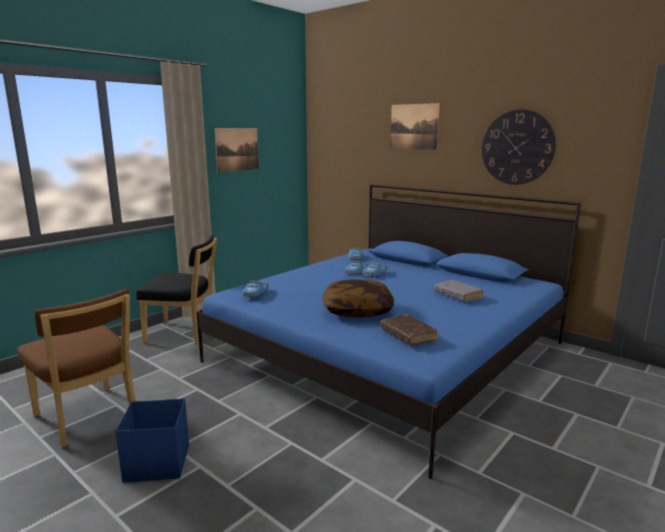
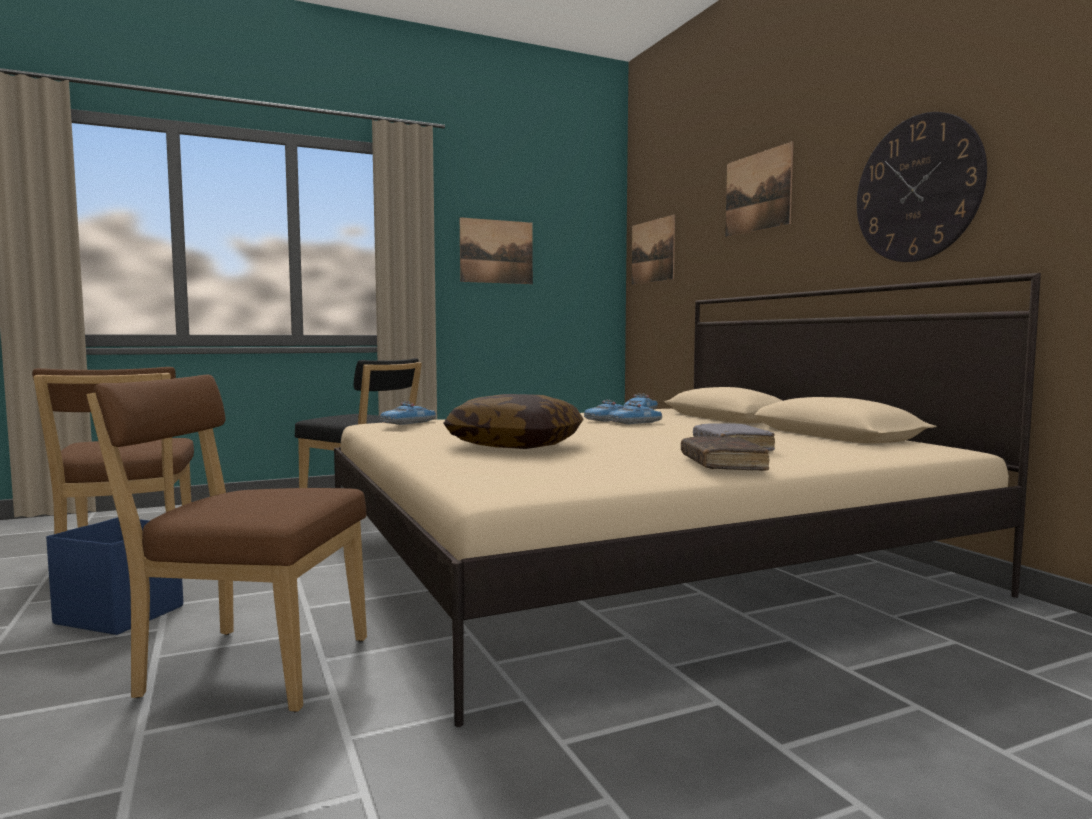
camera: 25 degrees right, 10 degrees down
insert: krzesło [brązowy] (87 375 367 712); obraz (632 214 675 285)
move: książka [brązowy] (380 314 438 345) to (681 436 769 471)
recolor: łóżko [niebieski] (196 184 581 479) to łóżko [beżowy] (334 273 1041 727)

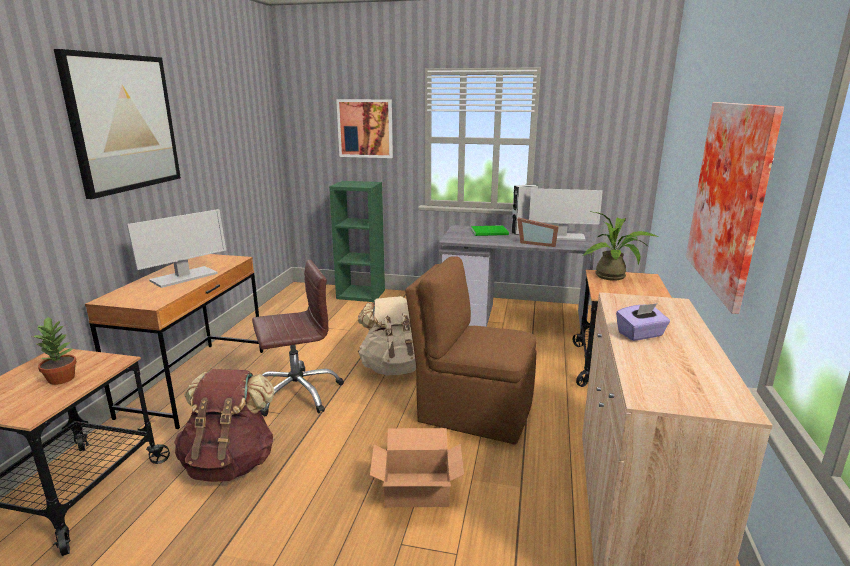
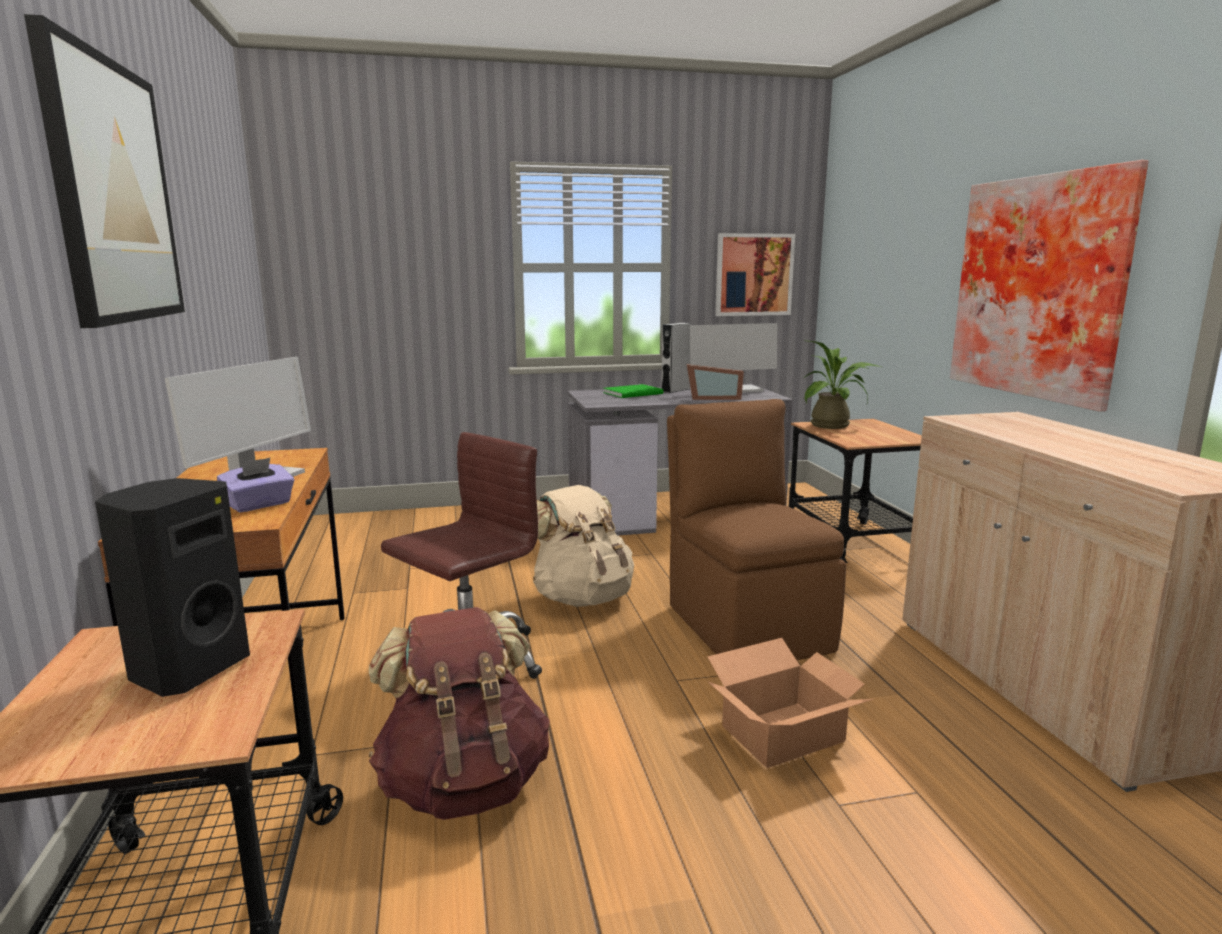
camera: 25 degrees left, 5 degrees down
delete: regał [zielony] (329 181 385 302)
move: obraz (336 99 393 158) to (715 233 795 316); pudełko chusteczek [fioletowy] (616 303 670 341) to (217 458 294 513)
replace: roślina doniczkowa (32 317 77 385) to głośnik [czarny] (95 478 250 697)
rotate: krzesło [brązowy] (405 256 536 444) = (667 399 846 660) 75 degrees clockwise

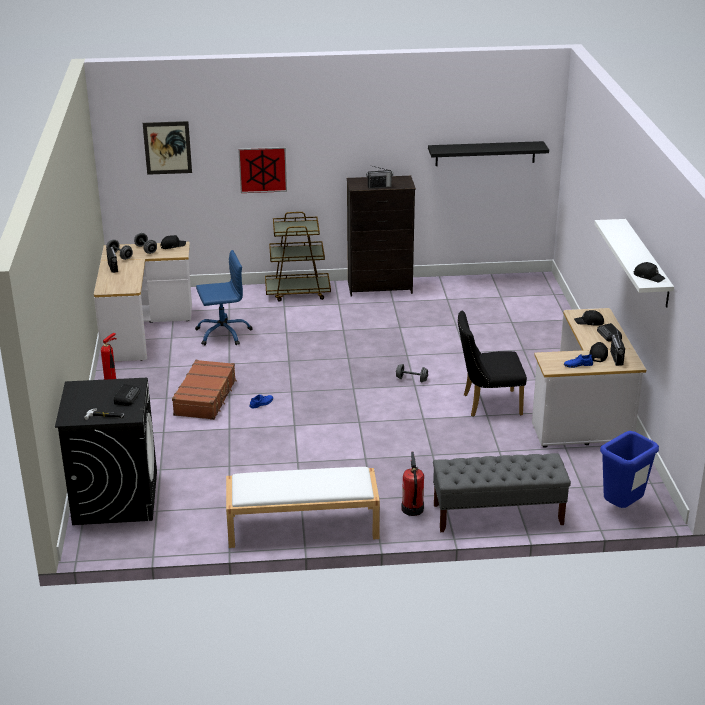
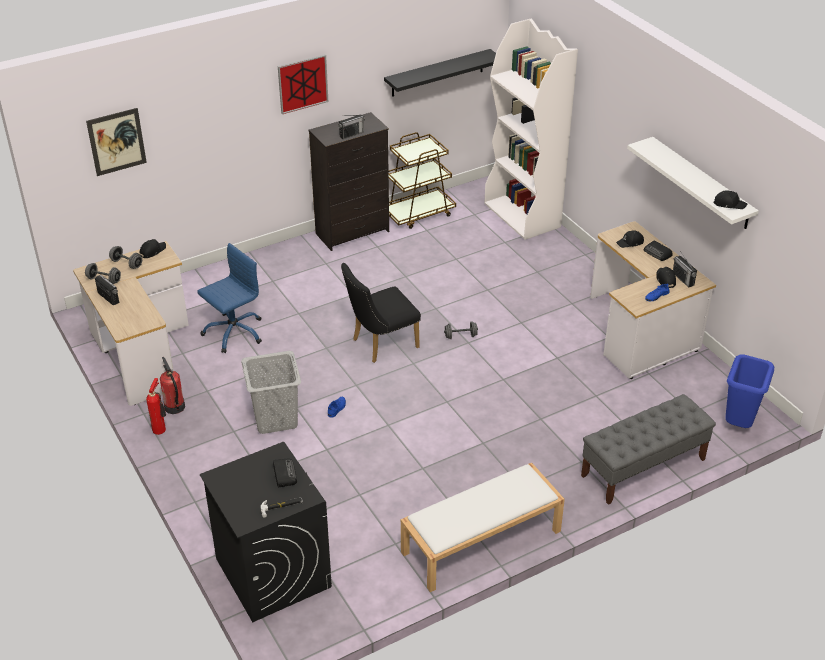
camera: 25 degrees left, 10 degrees up
insert: regał [biały] (484 19 578 240)
move: obraz (238 147 287 193) to (278 54 328 114); wózek [brązowy] (265 212 331 302) to (388 132 456 229); gaśnica (402 452 424 516) to (160 357 185 414); krzesło [czarny] (458 311 527 417) to (341 263 421 363)
replace: walizka [brązowy] (172 360 237 420) to kosz na pranie [szary] (241 351 301 434)

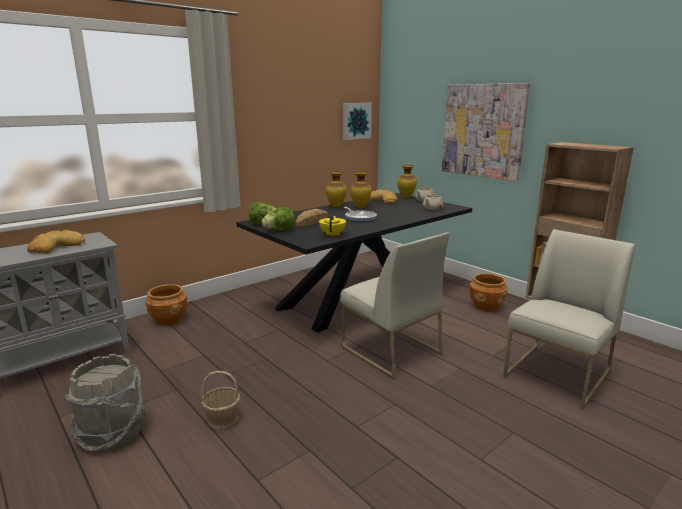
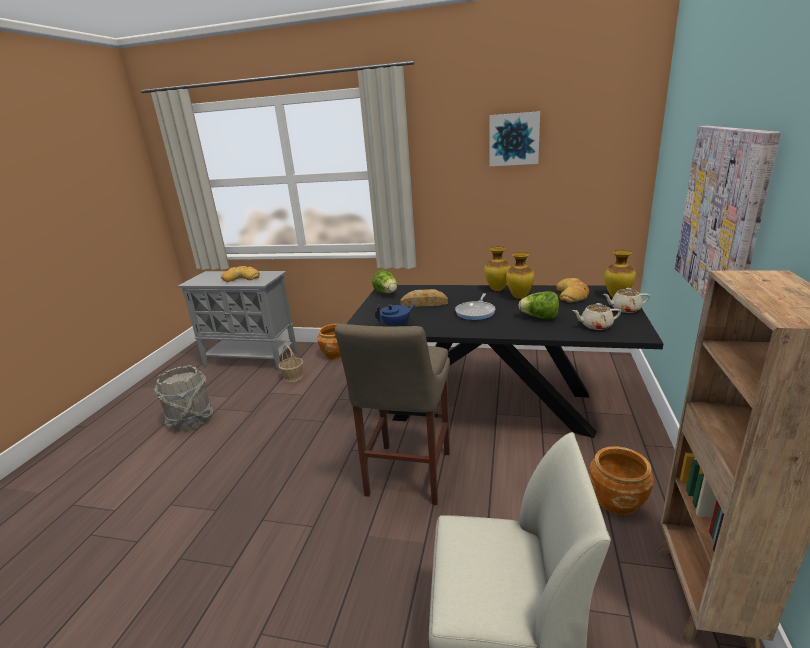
camera: 55 degrees right, 5 degrees up
move: koszyk (202 371 240 429) to (278 345 303 382); sałata (262 207 295 230) to (519 291 559 319); obraz (343 103 372 140) to (490 111 540 166)
replace: krzesło [biały] (340 232 450 379) to stołek [beżowy] (335 324 450 505)
recolor: imbryk [żółty] (319 215 346 236) to imbryk [niebieski] (375 305 415 327)

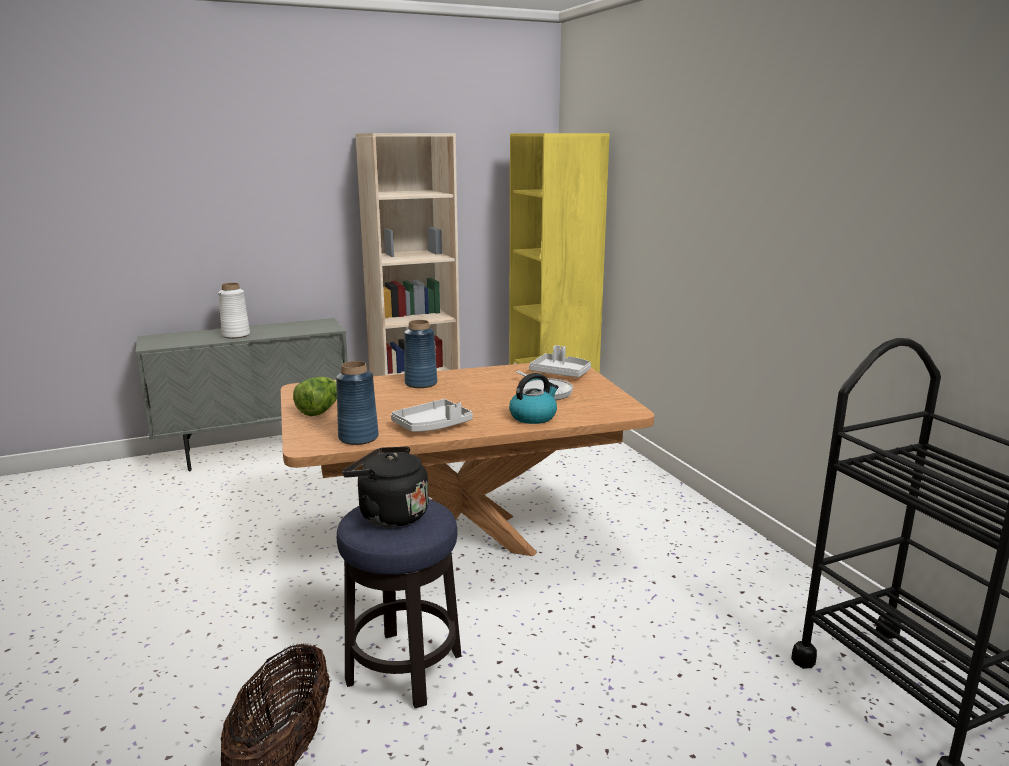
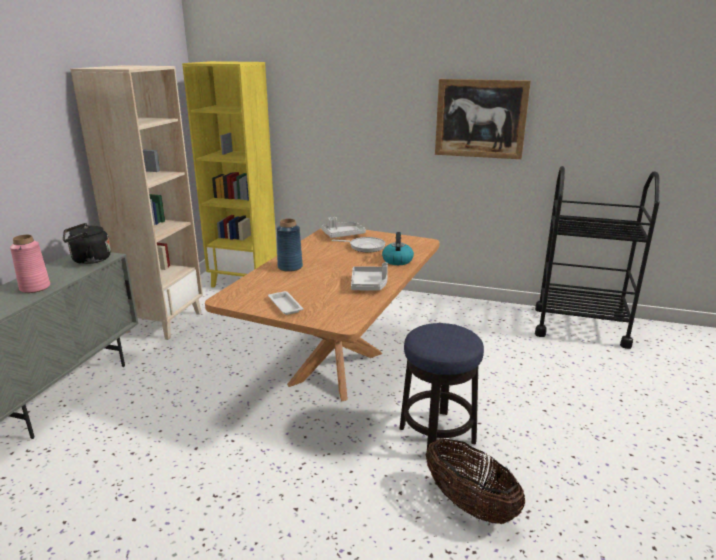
camera: 50 degrees left, 5 degrees up
delete: wazon [niebieski] (336 361 379 445)
insert: obraz (435 79 531 159)
move: czajnik [czarny] (342 447 429 527) to (63 223 111 264)
replace: sałata (293 377 337 416) to taca [biały] (268 291 303 315)
recolor: wazon [biały] (218 283 250 338) to wazon [różowy] (10 235 50 293)

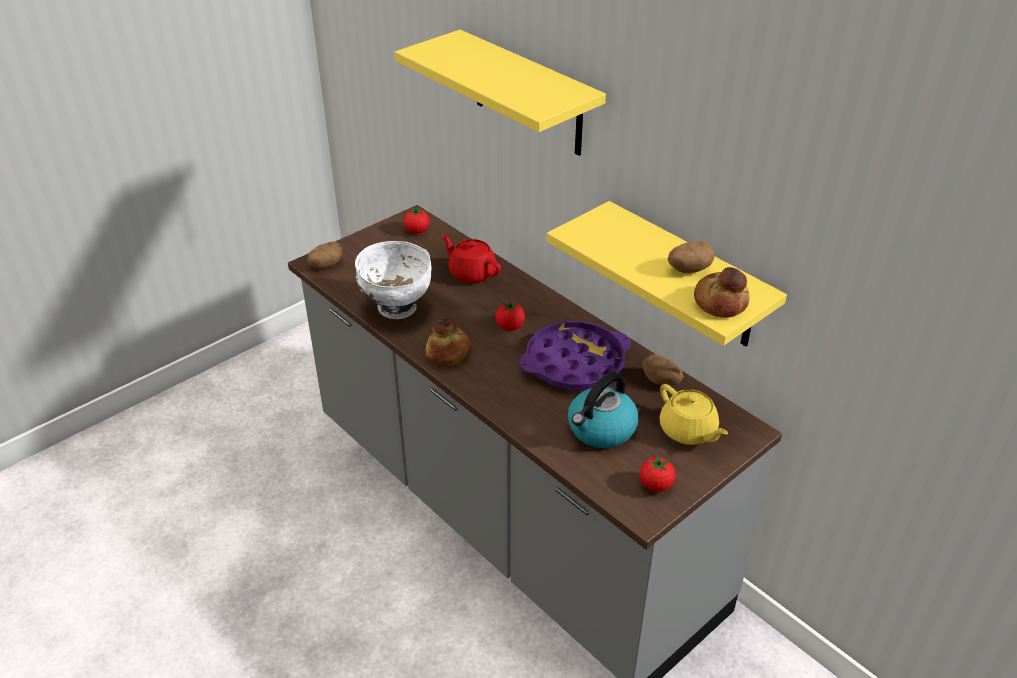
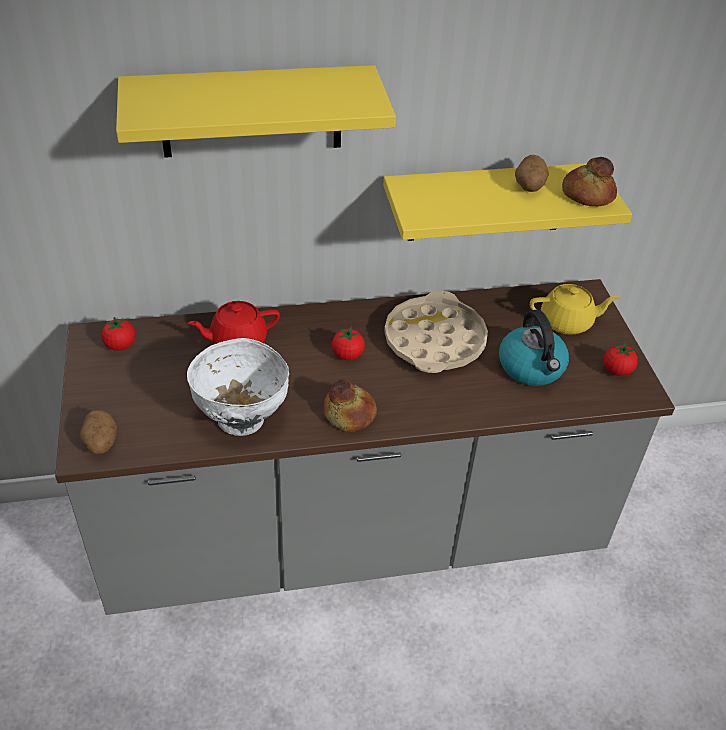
camera: 60 degrees left, 5 degrees up
delete: ziemniak (642 354 684 386)
recolor: taca [fioletowy] (519 321 631 390) to taca [beżowy] (384 290 488 373)

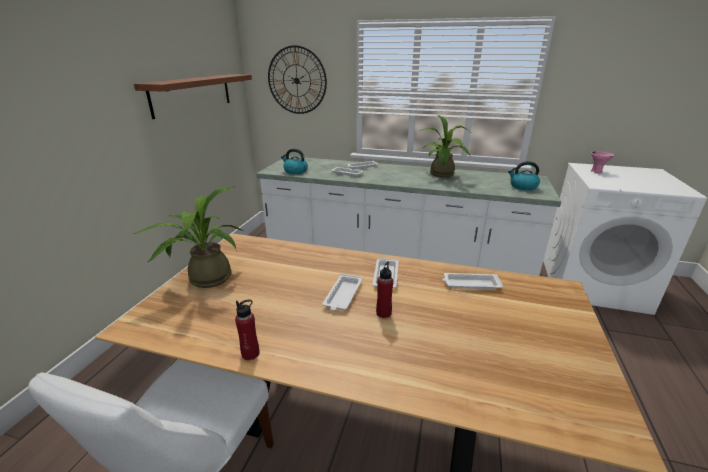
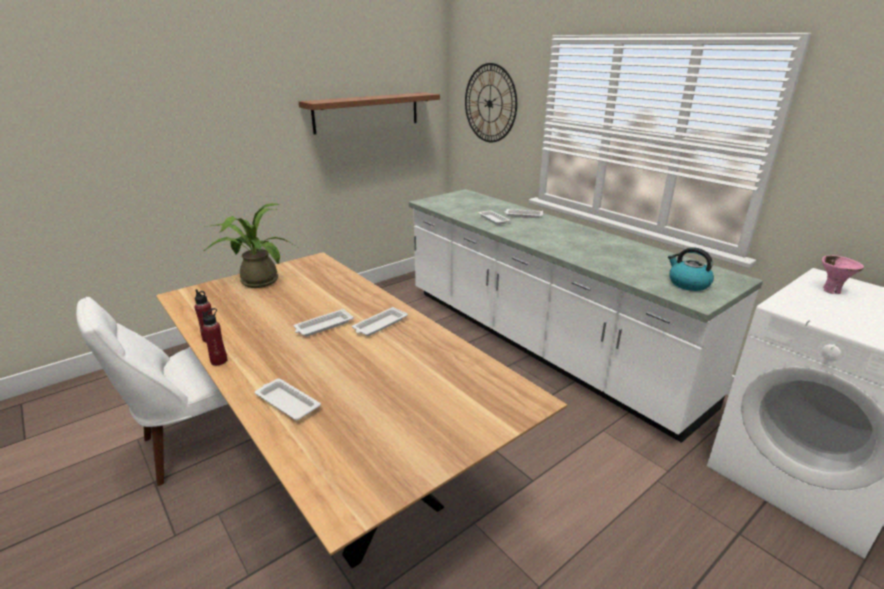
camera: 35 degrees right, 0 degrees up
delete: czajnik (281 149 308 174); roślina doniczkowa (422 115 470 178)
move: butelka [czerwony] (376 261 393 318) to (202 308 227 366); taca [biały] (443 273 503 289) to (255 379 321 420)

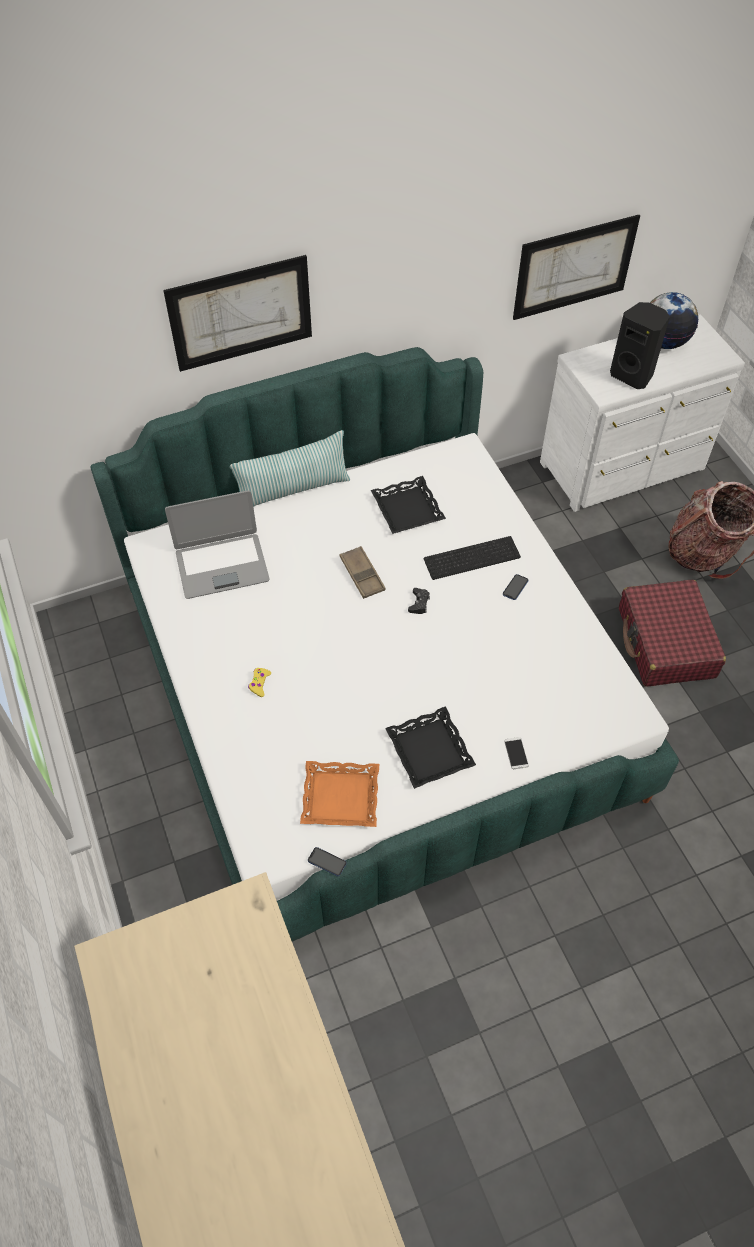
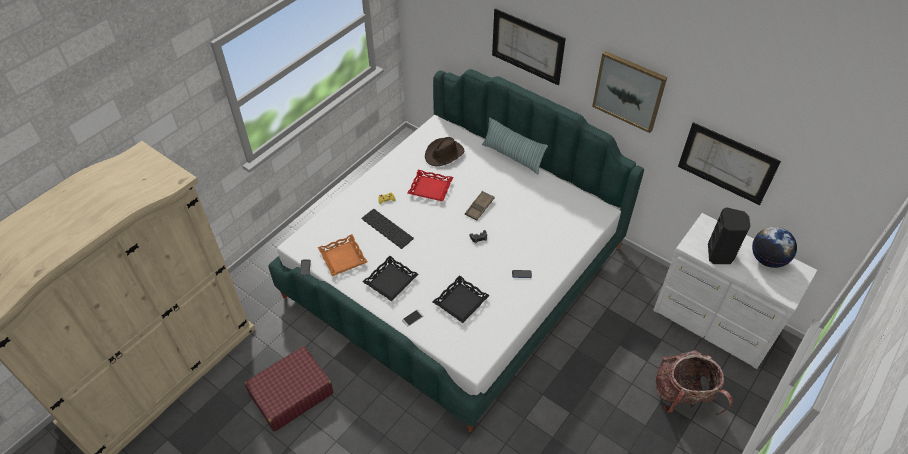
camera: 60 degrees right, 5 degrees down
insert: taca [czerwony] (407 170 453 201); obraz (592 51 667 133)
move: taca [czarny] (371 476 446 534) to (433 275 490 323); klawiatura (424 536 521 580) to (362 209 414 249); walizka [czerwony] (619 580 726 687) to (244 346 333 431)
replace: laptop (165 490 270 599) to kapelusz [brązowy] (425 137 464 166)

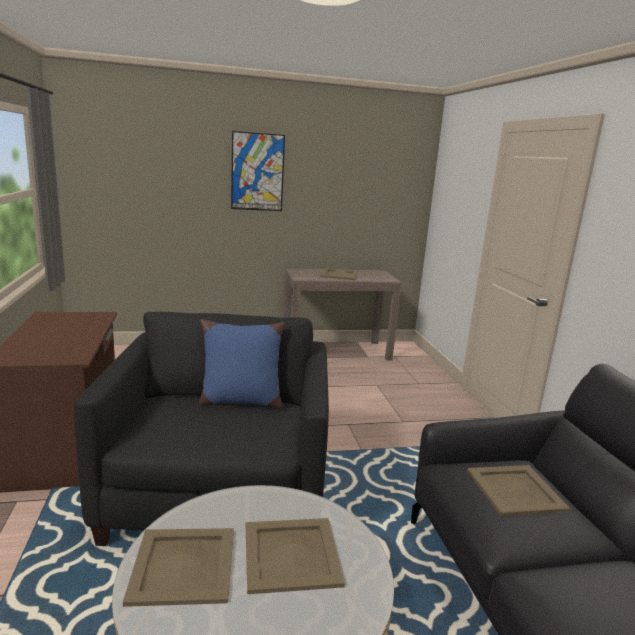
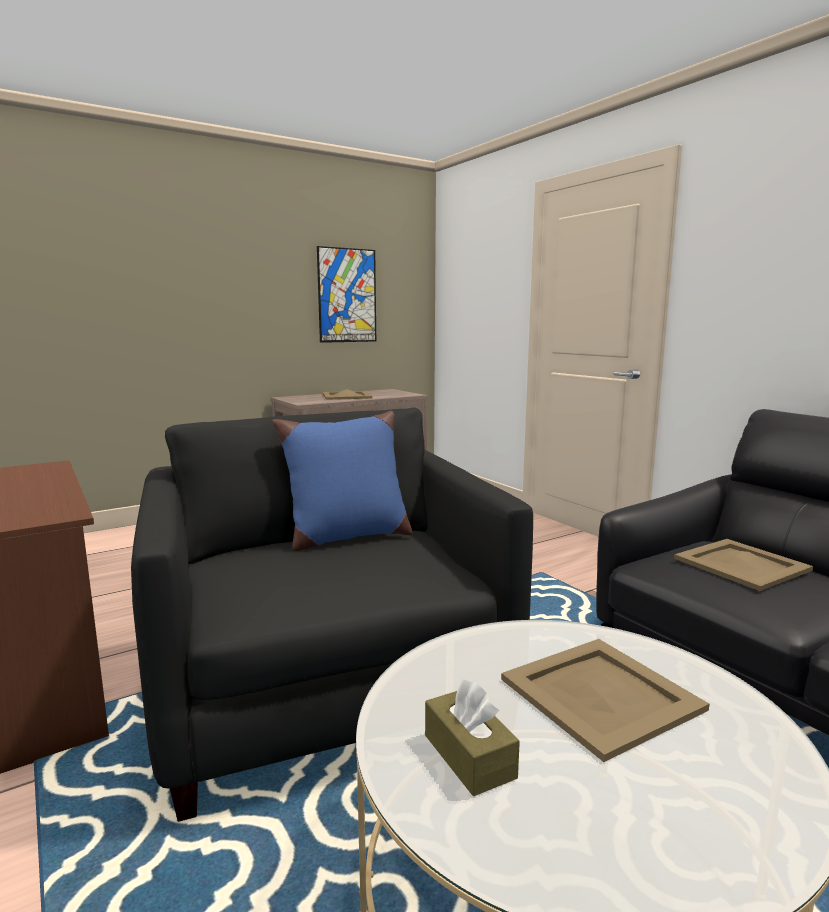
camera: 20 degrees left, 5 degrees down
move: obraz (231 131 285 211) to (317 246 376 343)
replace: taca [beżowy] (123 528 234 607) to pudełko chusteczek [brązowy] (425 679 520 796)

